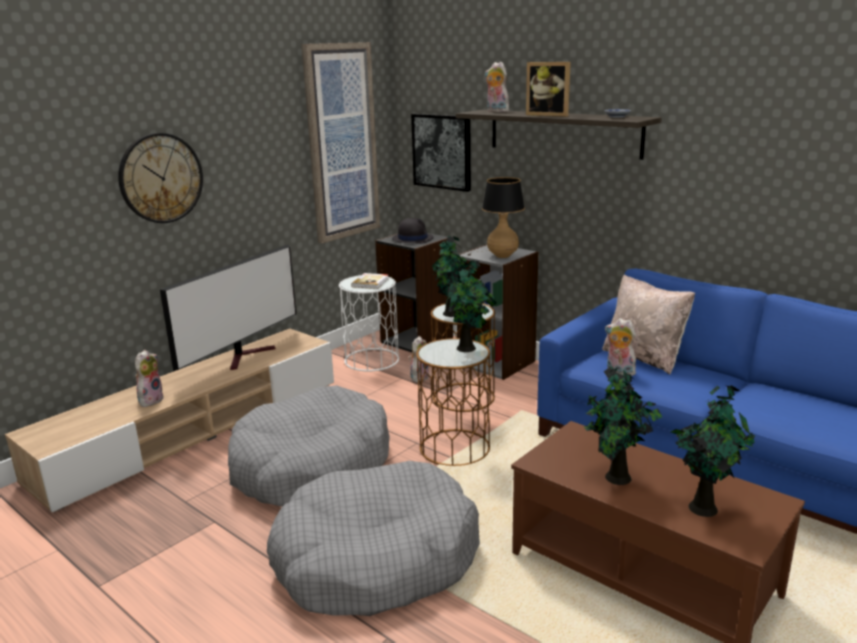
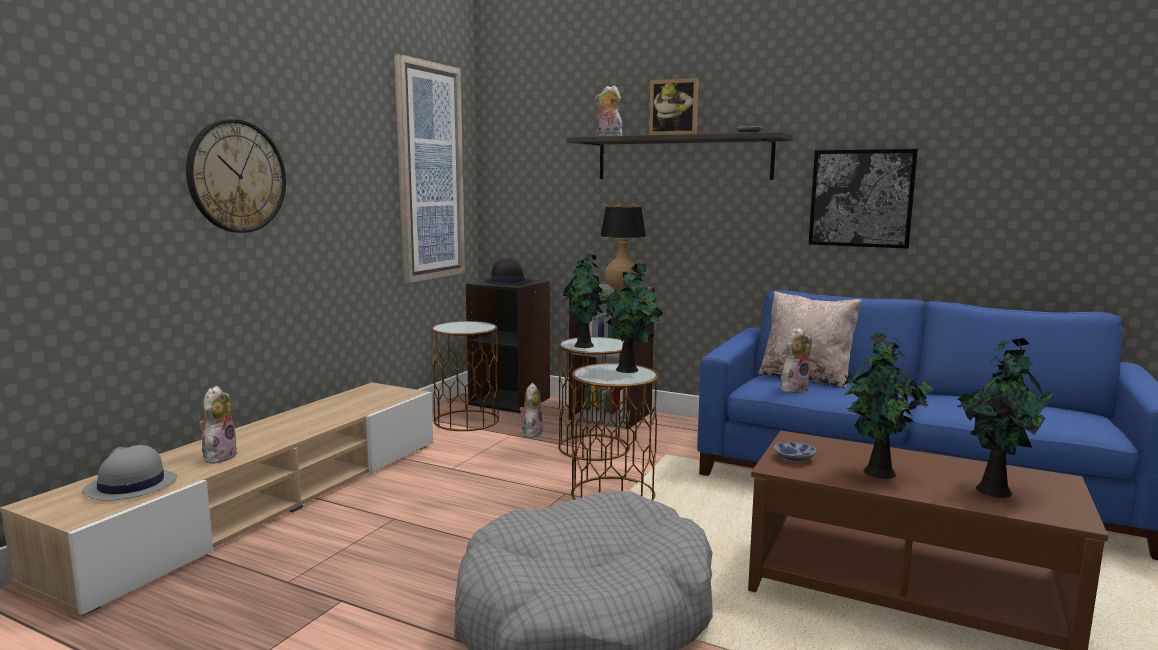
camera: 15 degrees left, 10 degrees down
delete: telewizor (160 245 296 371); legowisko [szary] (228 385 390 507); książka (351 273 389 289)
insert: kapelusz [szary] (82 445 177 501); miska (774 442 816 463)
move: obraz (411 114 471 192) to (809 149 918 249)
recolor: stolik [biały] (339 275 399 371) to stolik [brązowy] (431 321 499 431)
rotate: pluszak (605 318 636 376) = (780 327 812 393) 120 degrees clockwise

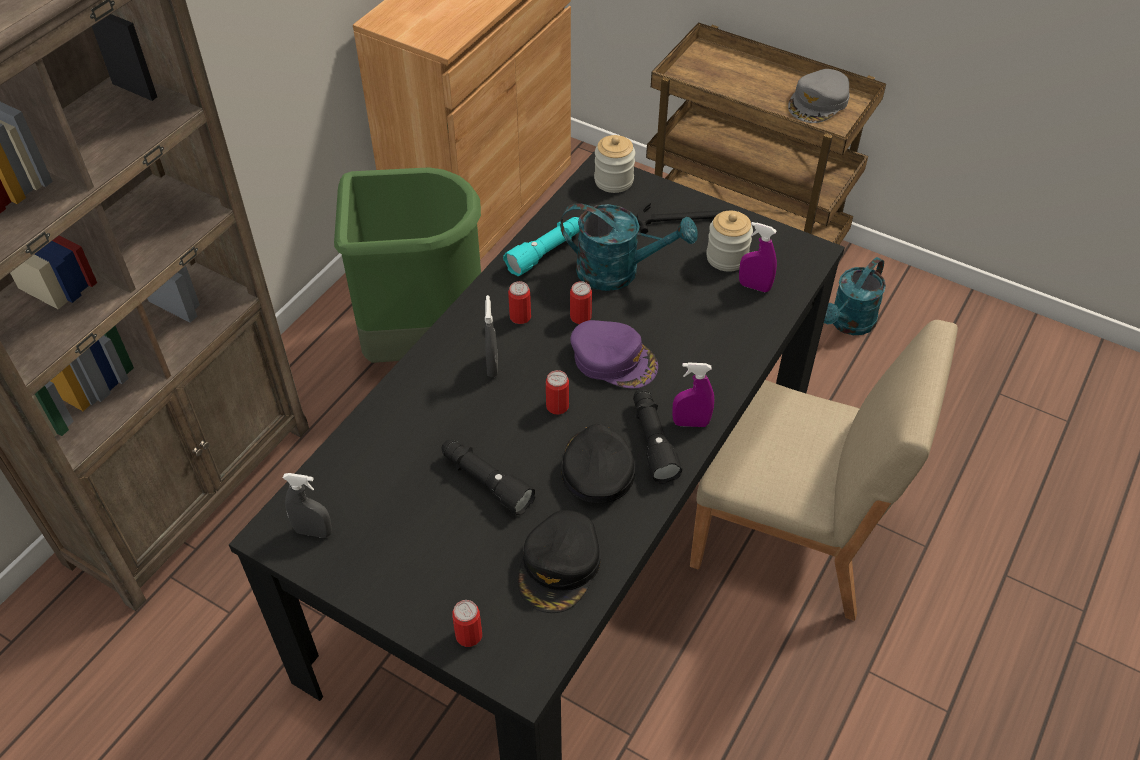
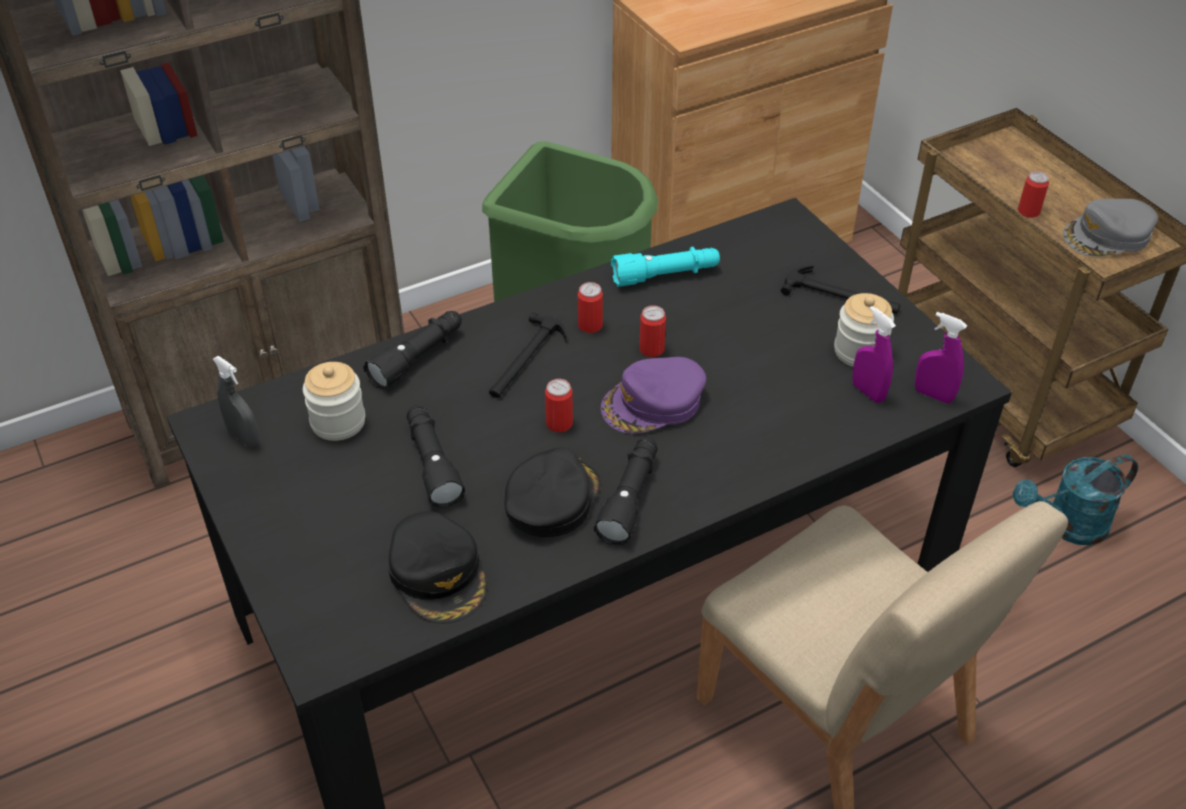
camera: 30 degrees right, 5 degrees down
delete: konewka [turkusowy] (560 203 698 291)
insert: latarka [czarny] (363 311 462 390)
move: puszka (452 600 482 647) to (1018 171 1049 218); słoik (594 135 635 193) to (303 362 365 441); spryskiwacz [fioletowy] (672 362 714 427) to (915 312 967 403)
replace: spryskiwacz [szary] (485 295 498 377) to młotek (489 312 567 398)
rotate: czapka z daszkiem [czarny] (518 510 601 613) = (388 511 486 624) 75 degrees counterclockwise; czapka z daszkiem [fioletowy] (570 320 658 389) = (601 357 706 434) 90 degrees clockwise

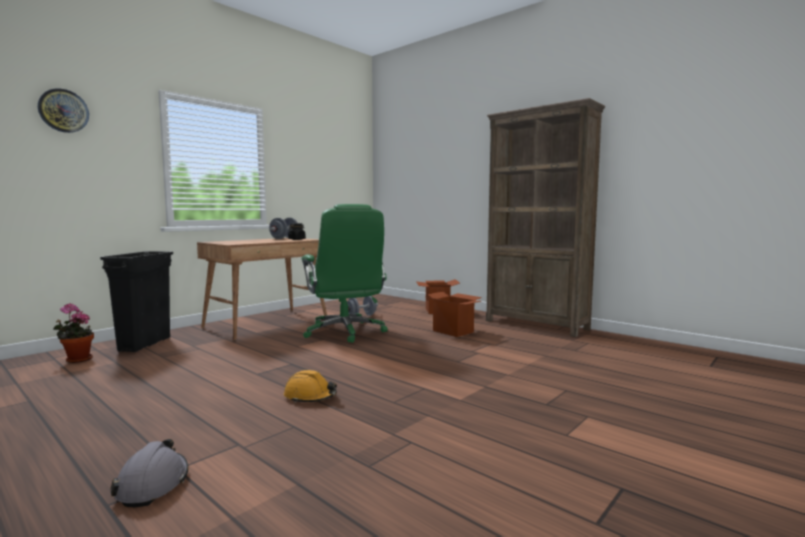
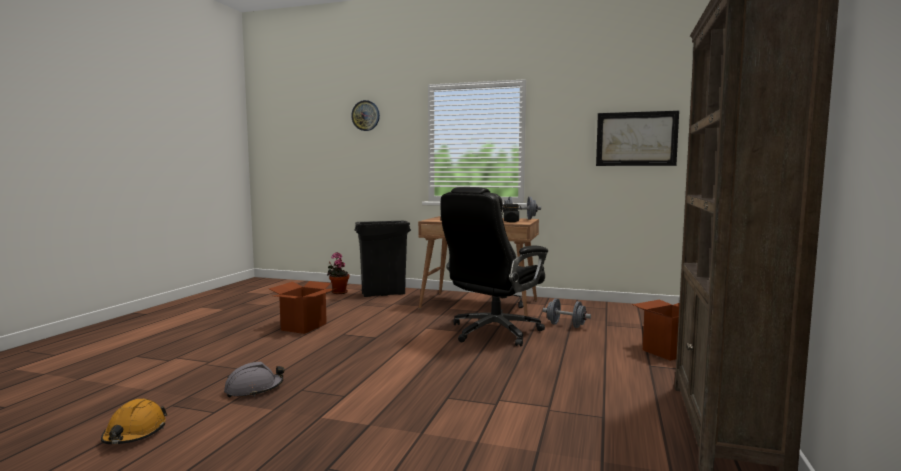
camera: 65 degrees right, 0 degrees up
insert: obraz (596 111 679 166)
move: kask [szary] (110 439 188 507) to (224 362 284 398); kask [pomarańczowy] (284 370 337 403) to (101 399 167 444); karton (427 292 482 337) to (269 281 335 334)
recolor: krzesło biurowe [zielony] (301 204 388 343) to krzesło biurowe [czarny] (441 187 548 346)

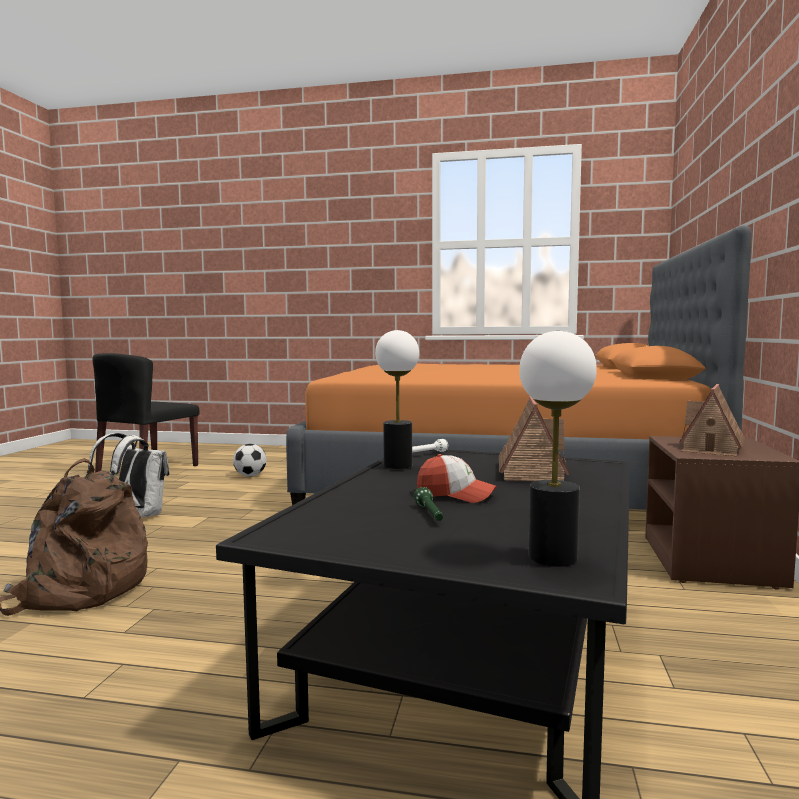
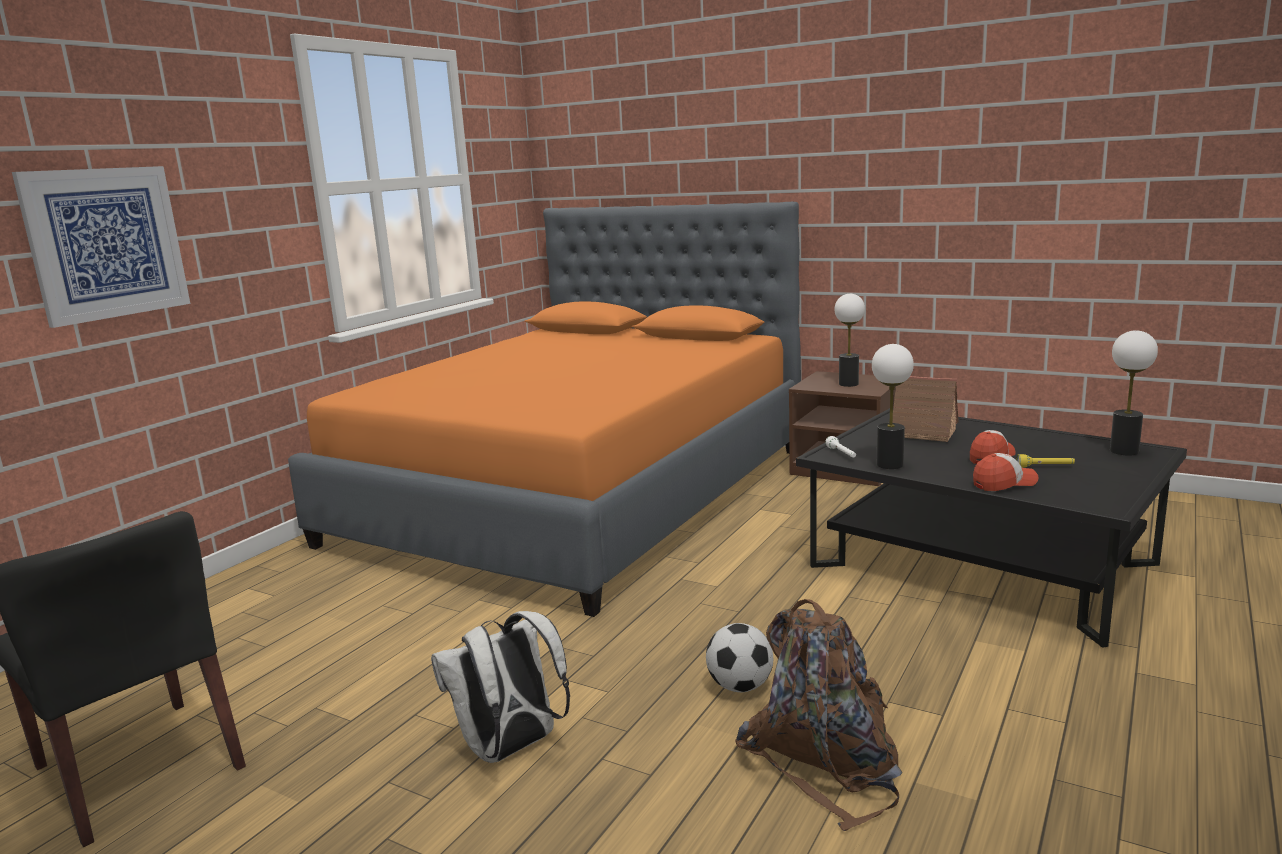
camera: 70 degrees left, 10 degrees up
insert: obraz (12 166 190 328); czapka z daszkiem (973 453 1039 491)
move: piłka futbolowa (233 444 267 477) to (706 623 773 692)
replace: domek (679 384 745 457) to lampa stołowa (835 294 865 387)
recolor: latarka [zielony] (414 487 443 521) to latarka [żółty] (1017 454 1075 468)

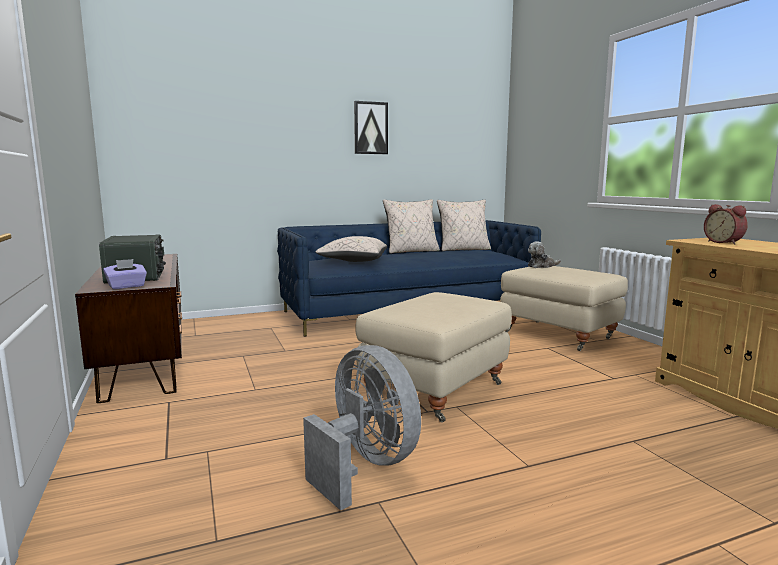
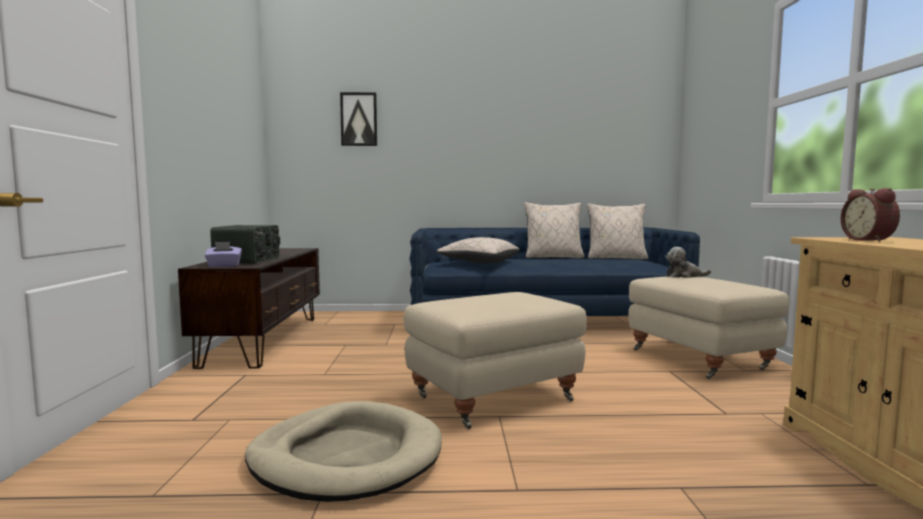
camera: 20 degrees right, 5 degrees down
move: obraz (354 101 388 154) to (340 92 377 146)
replace: wentylator [szary] (303 345 421 511) to legowisko [beżowy] (245 401 442 502)

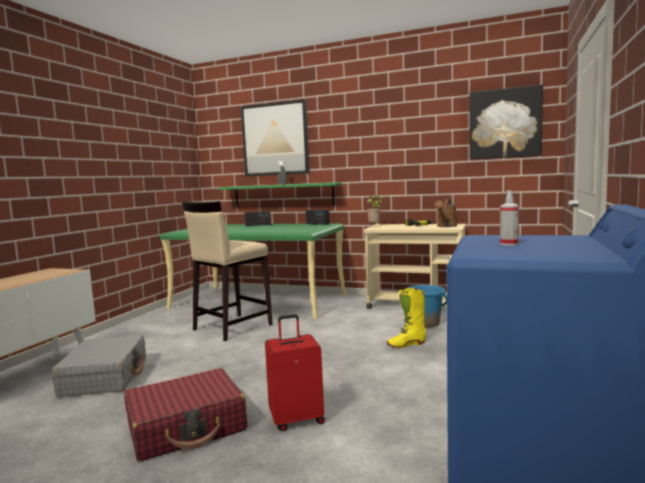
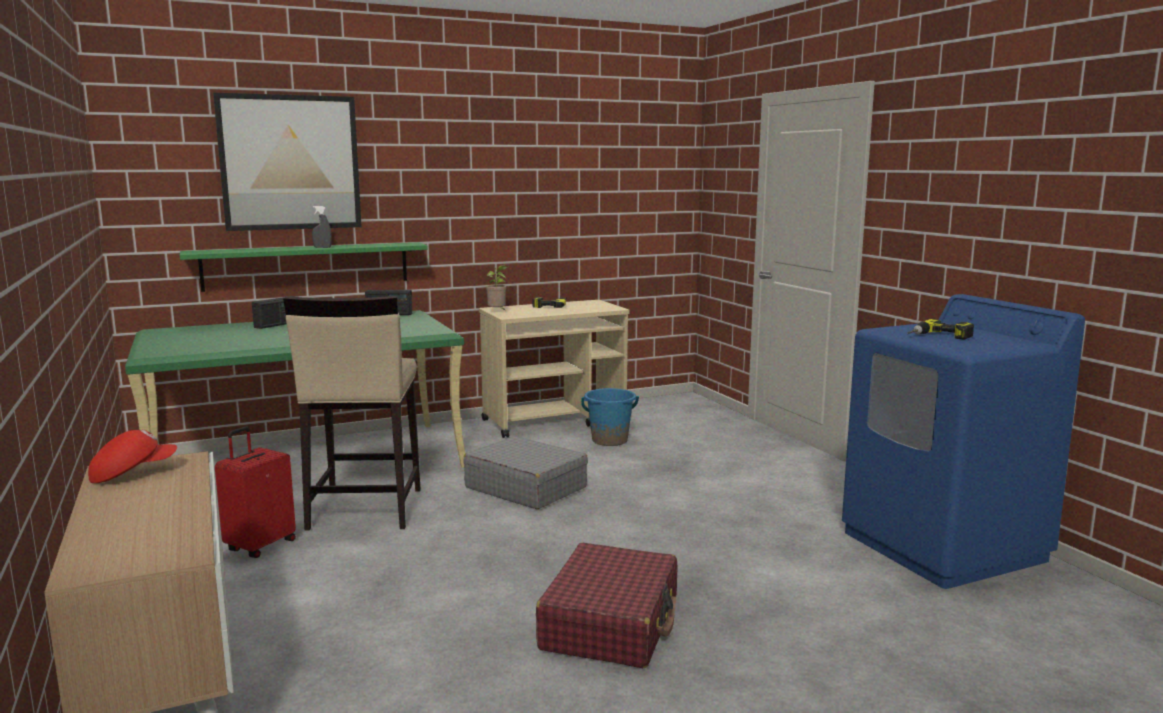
camera: 45 degrees left, 5 degrees up
delete: but z cholewką [żółty] (387 288 426 348); konewka [brązowy] (435 199 457 227); obraz (470 85 543 160)
insert: czapka z daszkiem [czerwony] (88 429 177 483)
move: walizka [szary] (52 335 146 397) to (463 436 588 509); walizka [czerwony] (265 314 325 431) to (215 426 296 558)
replace: spryskiwacz (500 190 519 246) to wiertarka (907 319 974 340)

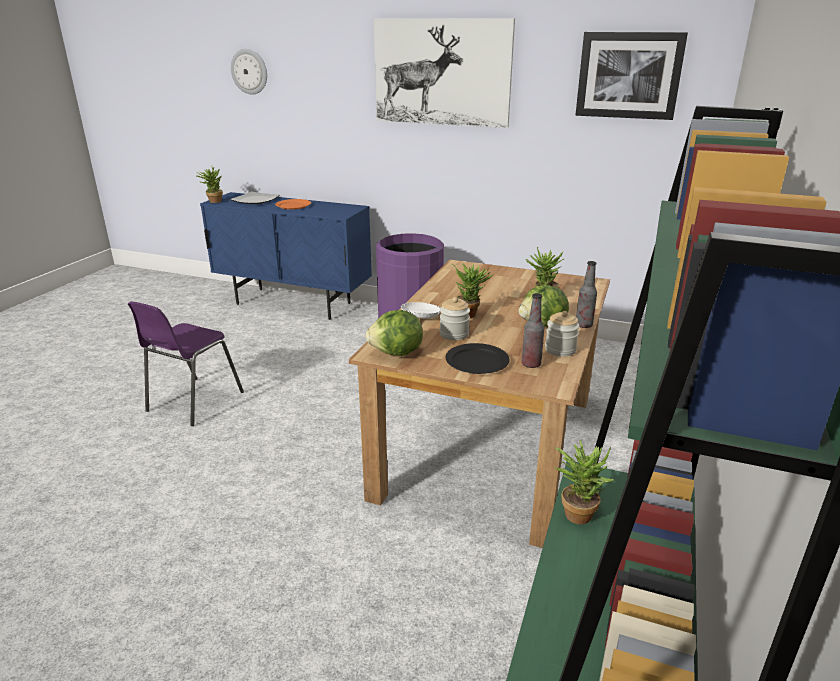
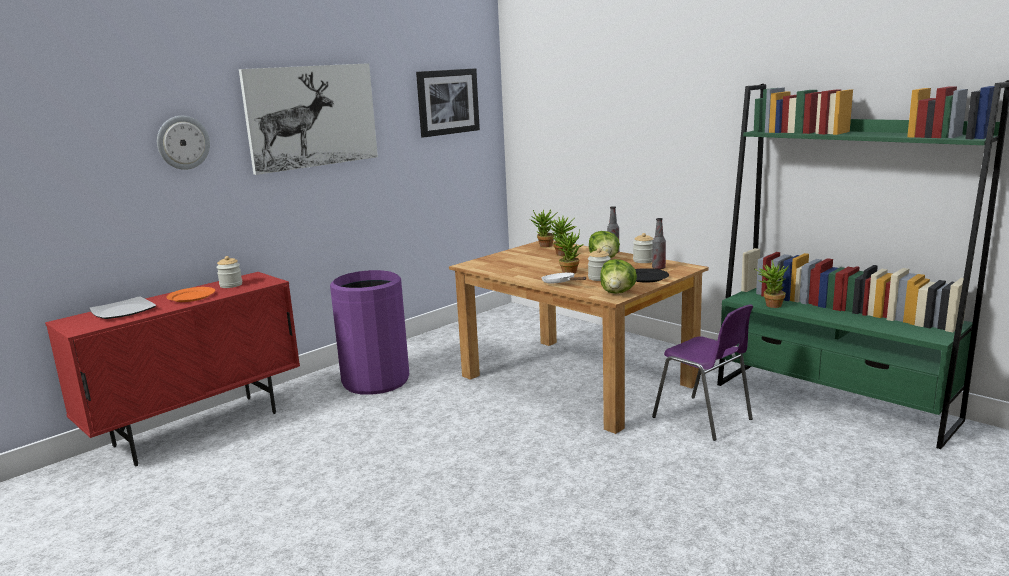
camera: 65 degrees left, 10 degrees down
insert: słoik (216 256 242 288)
move: krzesło [fioletowy] (128 301 244 426) to (652 304 753 441); roślina doniczkowa (197 167 223 203) to (530 209 558 247); zegar ścienny (231 49 267 95) to (157 116 210 170)
recolor: szafka [niebieski] (200 192 372 320) to szafka [czerwony] (45 272 300 466)

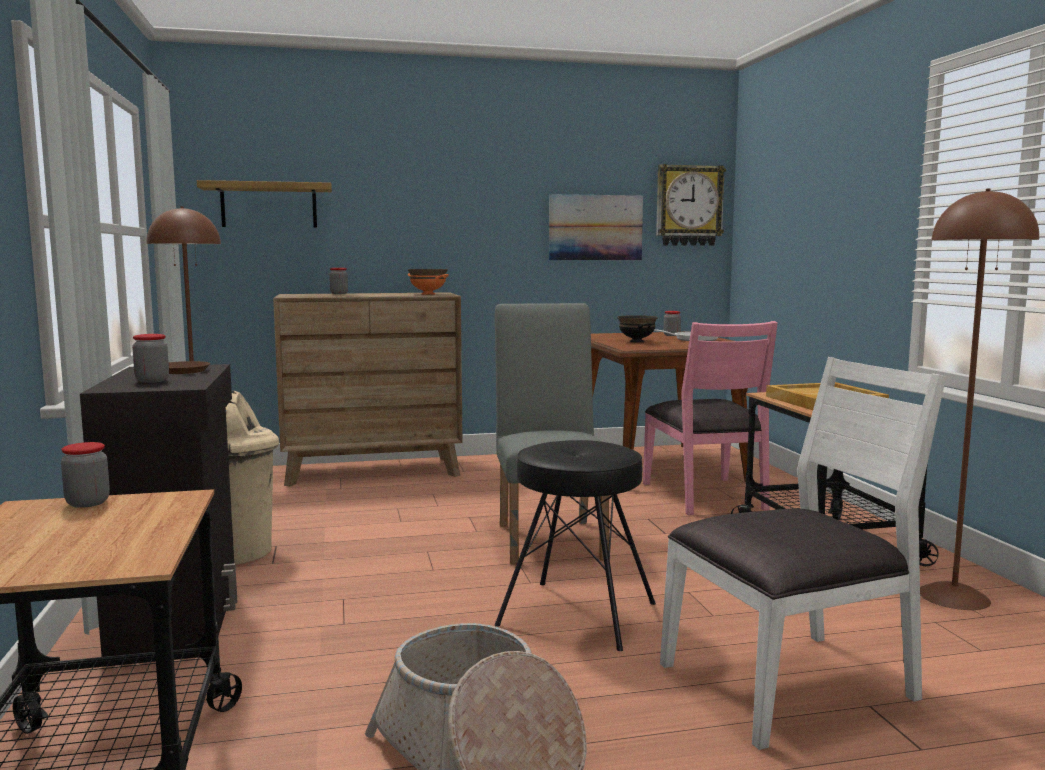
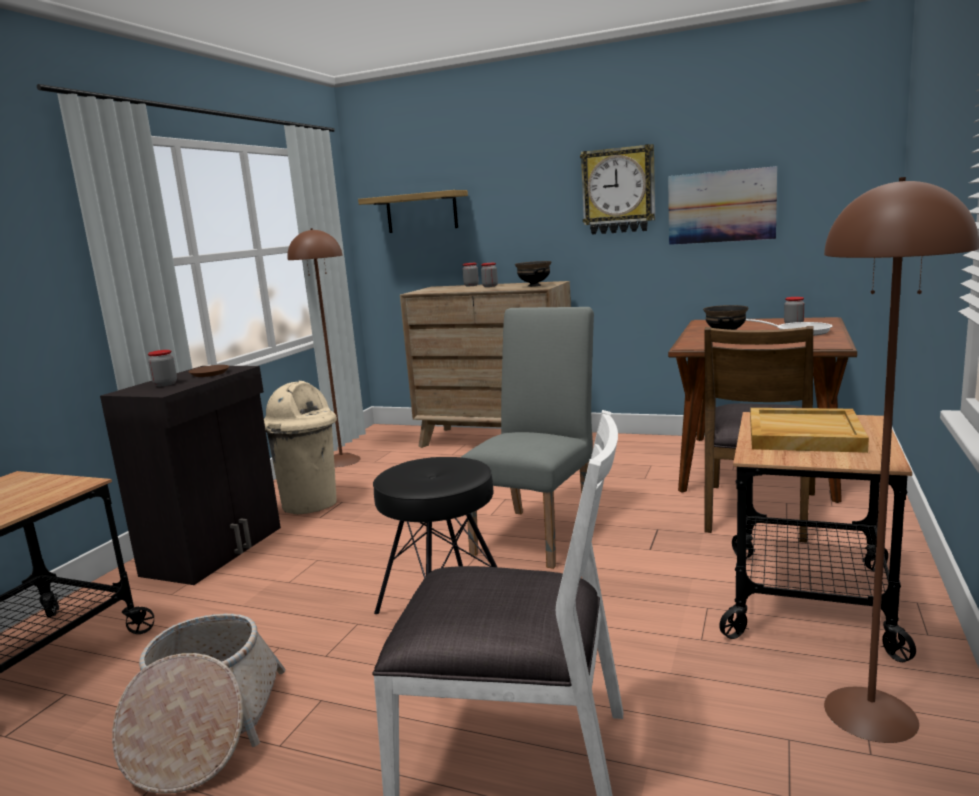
camera: 35 degrees right, 5 degrees up
move: słoik (61 442 110 508) to (481 263 498 287); zegar ścienny (656 164 726 246) to (580 144 655 235)
recolor: miska [pomarańczowy] (408 269 449 295) to miska [czarny] (515 261 552 287); krzesło [różowy] (643 321 778 515) to krzesło [brązowy] (704 326 815 543)

